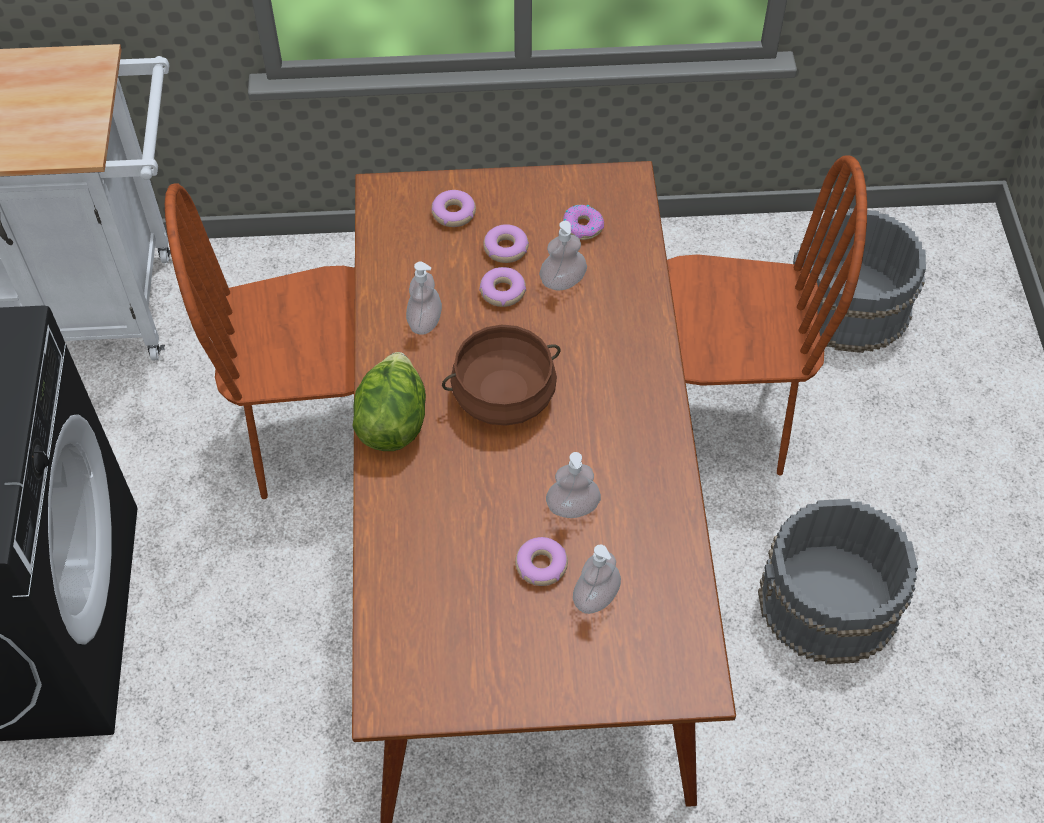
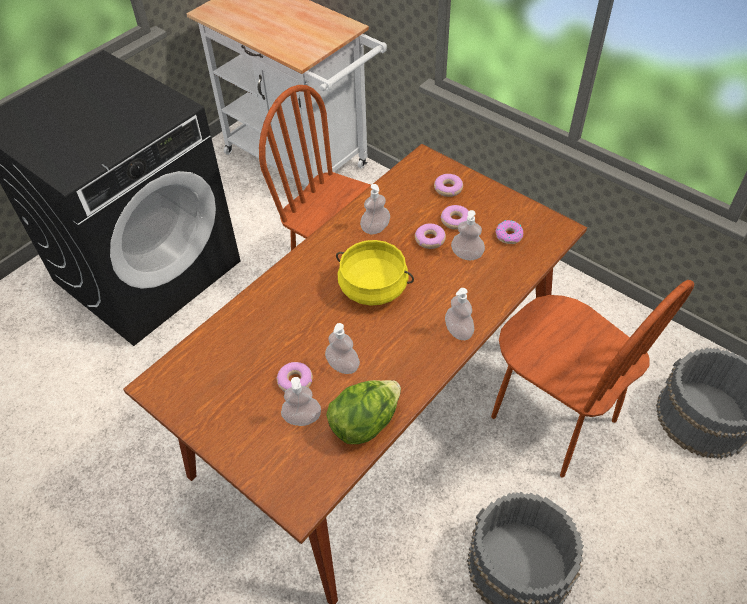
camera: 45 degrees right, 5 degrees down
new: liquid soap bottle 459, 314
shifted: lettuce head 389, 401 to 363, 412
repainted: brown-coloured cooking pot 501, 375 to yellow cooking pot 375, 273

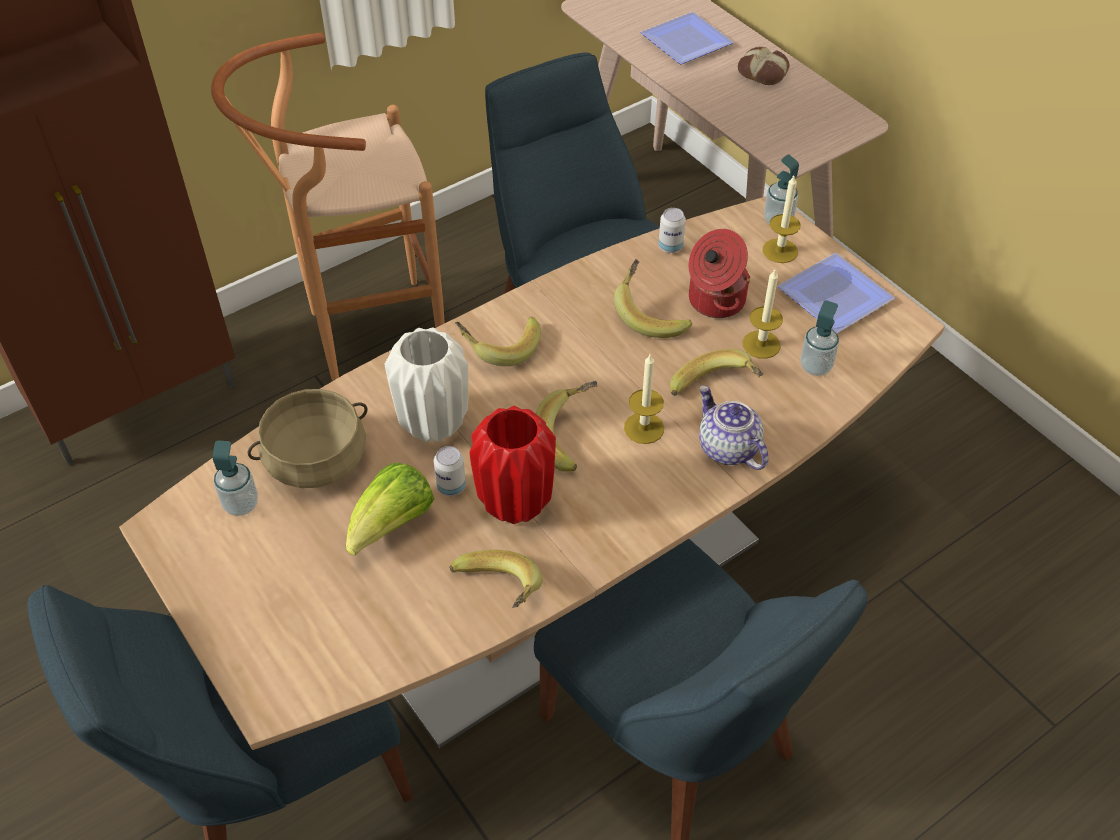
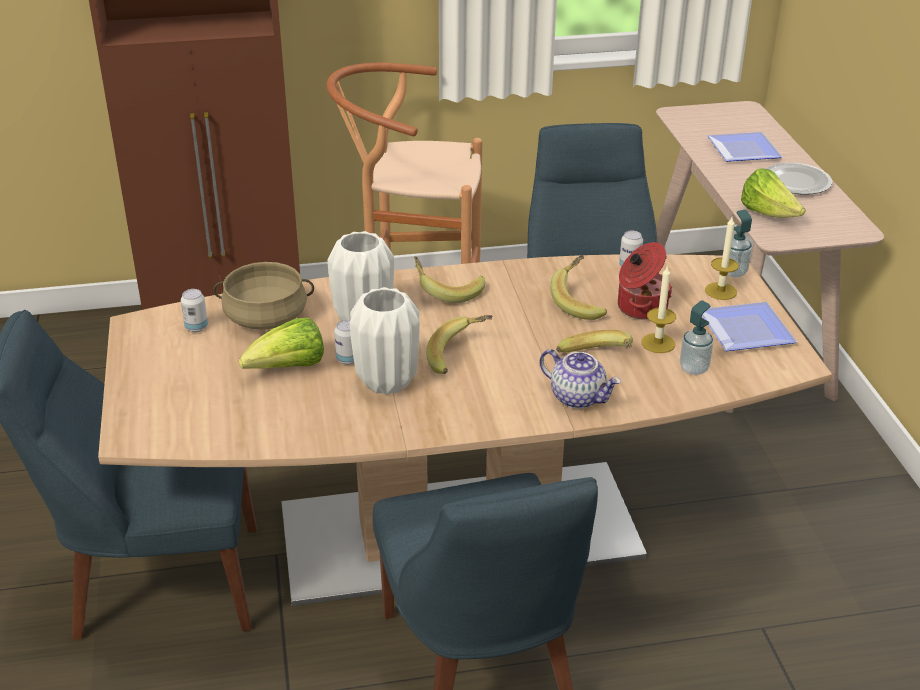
camera: 25 degrees right, 15 degrees down
gone: whole banana 496, 579; wax light 644, 399
new: lettuce head 773, 193
swapped: liquid soap bottle 235, 478 to sealed can 194, 310; bakery bread 763, 66 to dinner plate 799, 178
repainted: red-coloured decorative vase 513, 465 to white-coloured decorative vase 385, 341
rotated: pot for tea 734, 427 = 580, 379 135 degrees clockwise

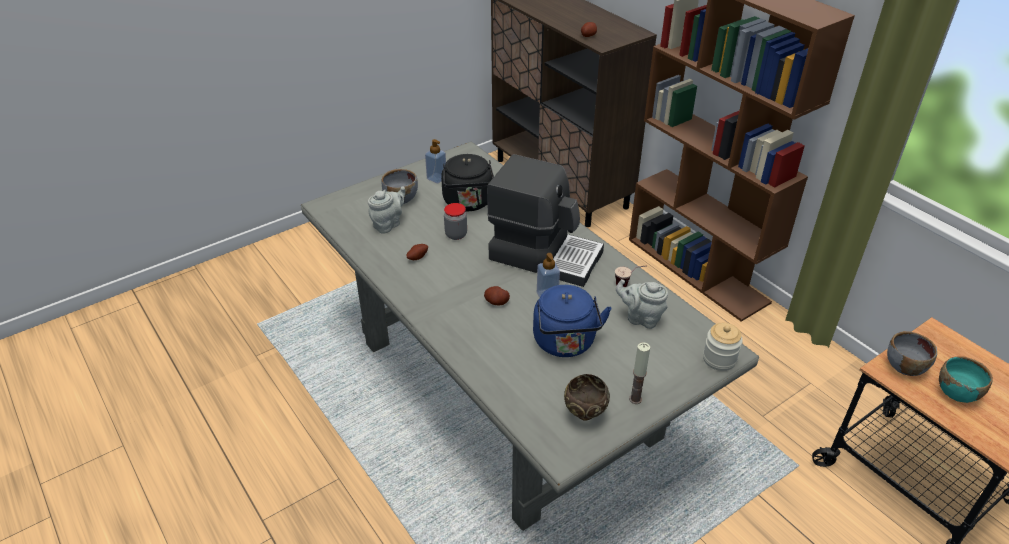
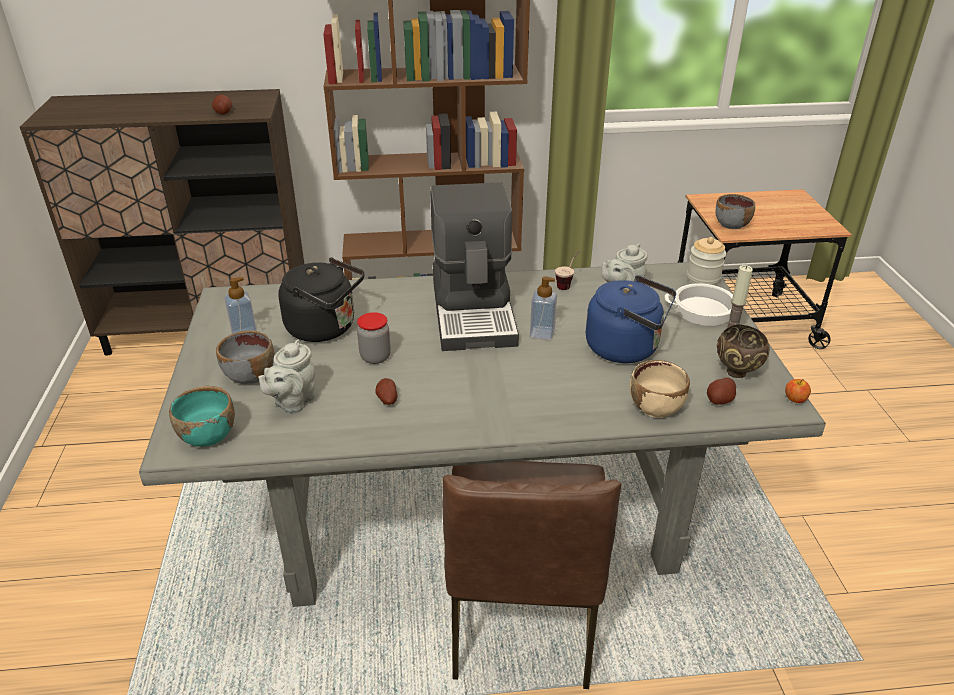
camera: 60 degrees left, 5 degrees down
new: brown-coloured upright chair 532, 575; sand-coloured bowl 660, 389; cooking pot 699, 304; whole apple 798, 391
shifted: turquoise-coloured bowl 966, 379 to 202, 416; spud 497, 295 to 721, 391
rotated: gray pot for tea 386, 210 = 286, 377 135 degrees counterclockwise; coffee brewer 545, 220 = 474, 267 120 degrees clockwise

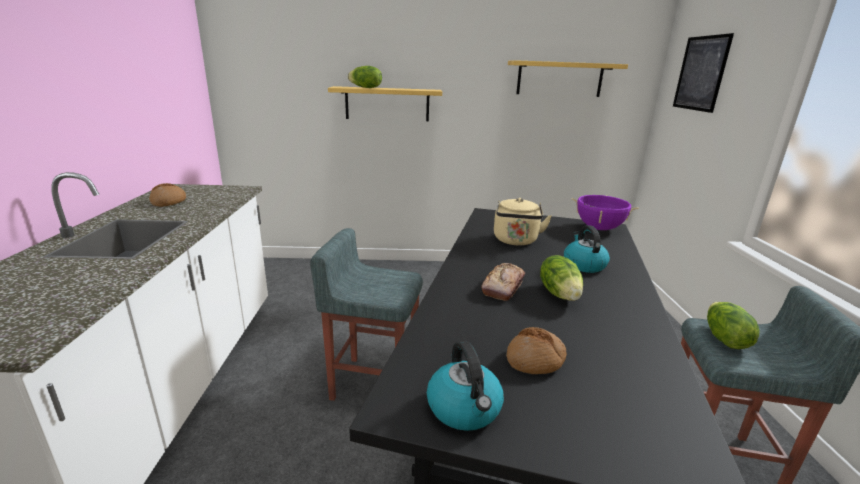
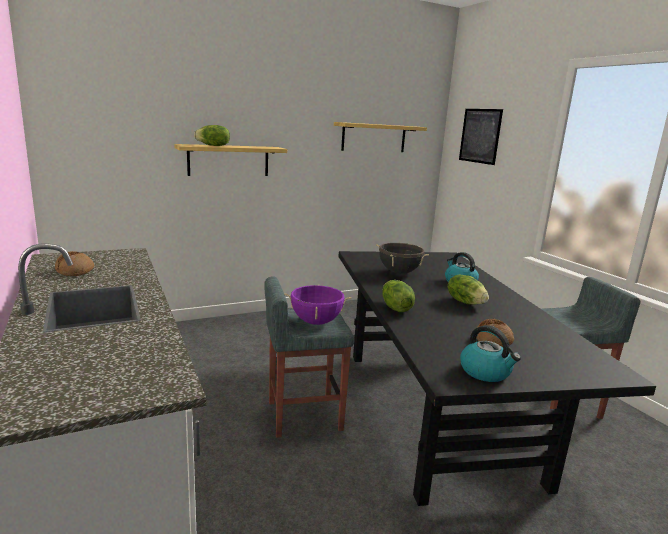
camera: 25 degrees left, 5 degrees down
gone: bakery bread 503, 282
shifted: purple-coloured cooking pot 605, 212 to 317, 305; lettuce head 733, 325 to 398, 296
swapped: sand-coloured tea kettle 523, 221 to blackish cooking pot 402, 258

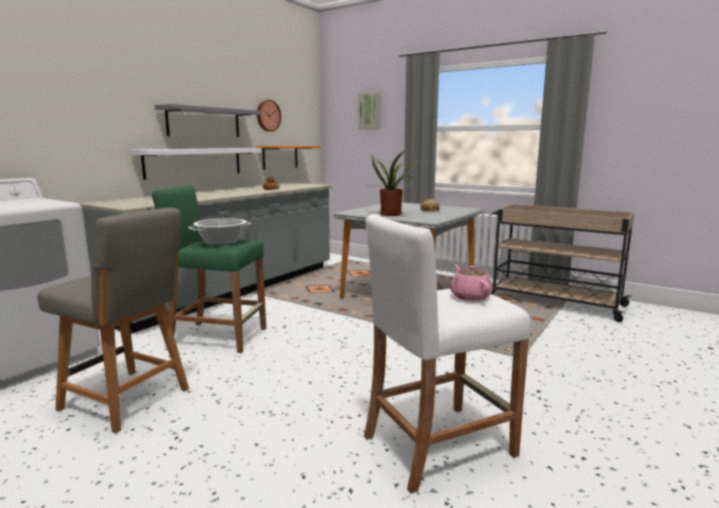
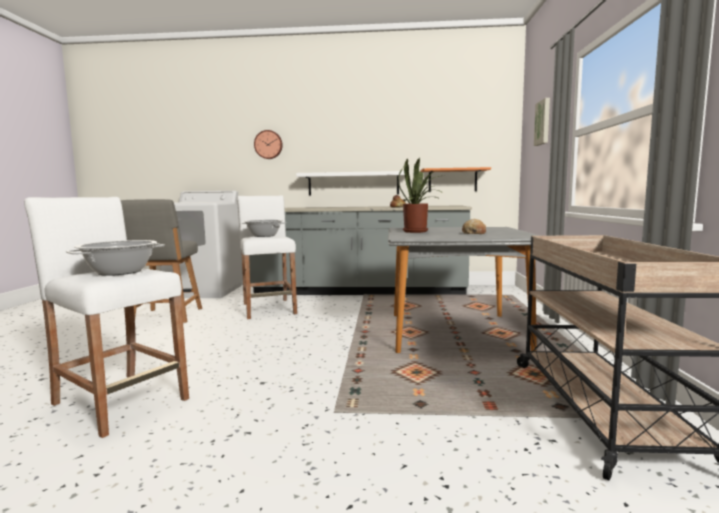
camera: 60 degrees right, 5 degrees down
gone: gray bracket shelf 208, 120
shifted: clock on the wall 269, 116 to 268, 144
swapped: pink pot for tea 471, 282 to cooking pot 115, 258
repainted: green-coloured stool 209, 269 to white-coloured stool 267, 257

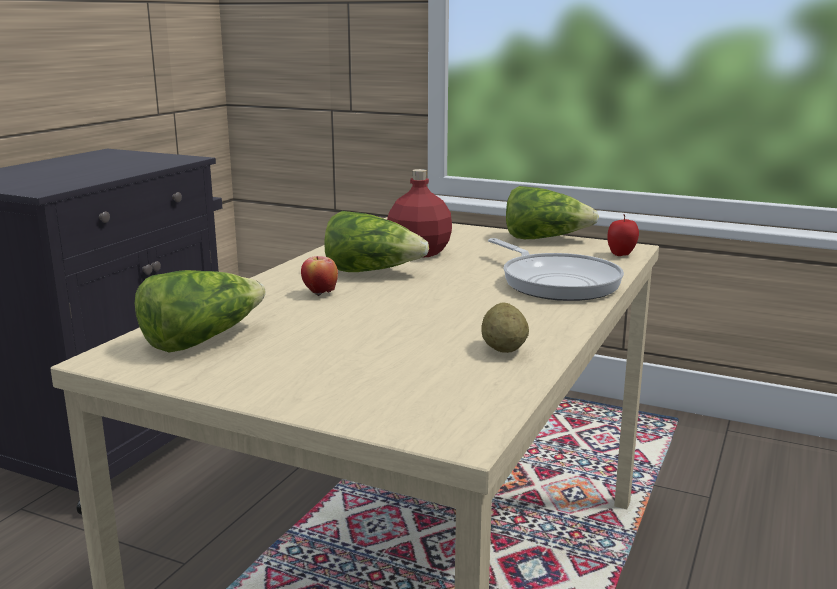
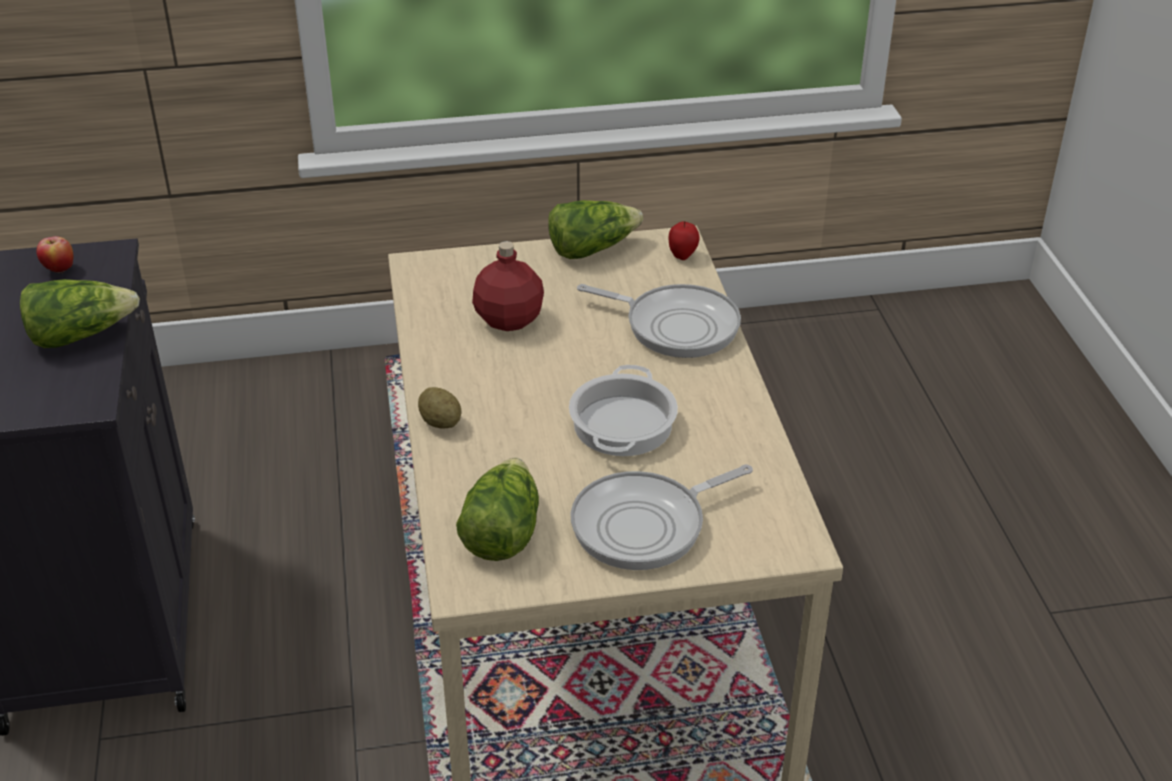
camera: 35 degrees left, 20 degrees up
new: cooking pot 623, 410; pan 662, 517
shifted: lettuce head 376, 241 to 80, 313; whole apple 319, 276 to 54, 255; spud 505, 328 to 439, 408

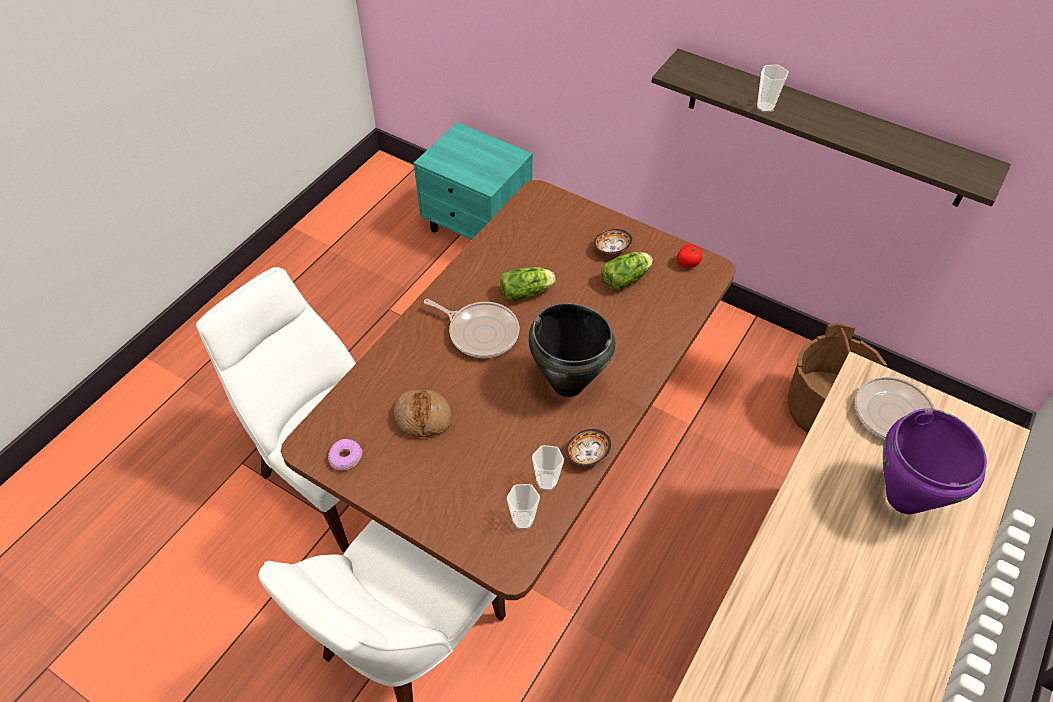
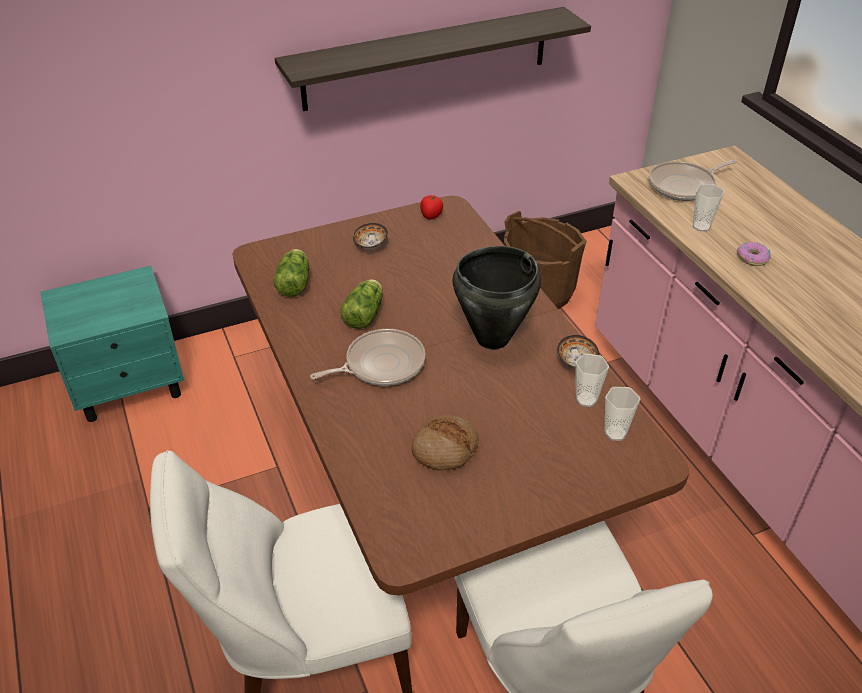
camera: 55 degrees left, 10 degrees down
gone: purple-coloured cooking pot 935, 461
shifted: lettuce head 627, 271 to 291, 273; cup 773, 88 to 708, 207; donut 345, 454 to 754, 254

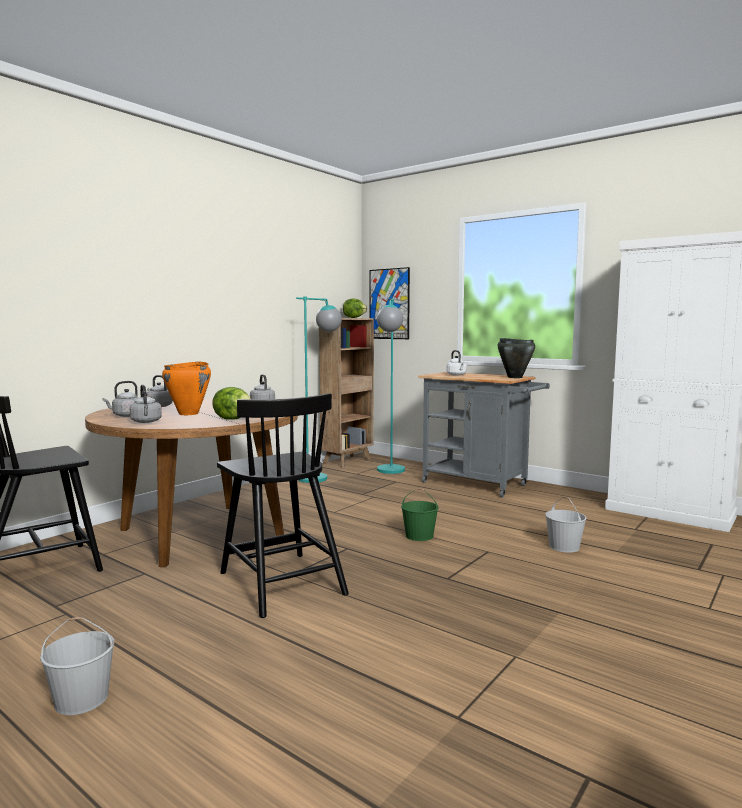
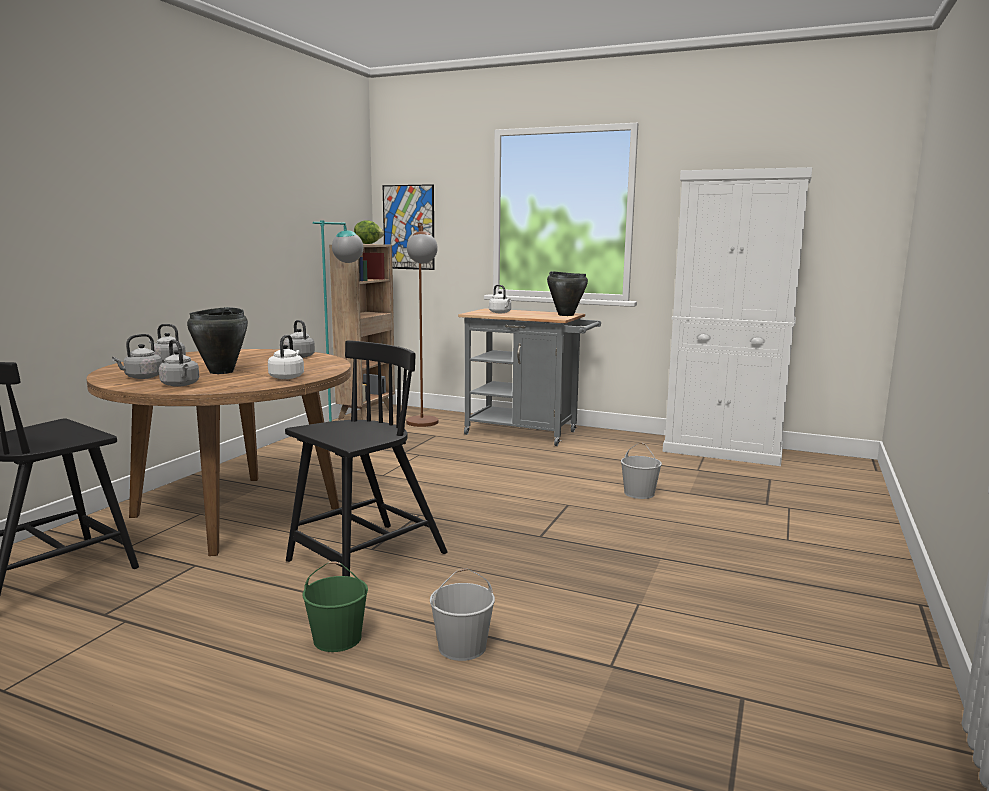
camera: 15 degrees left, 5 degrees up
shifted: green-coloured bucket 420, 514 to 335, 606; white-coloured bucket 77, 666 to 462, 614
swapped: lettuce head 231, 403 to white-coloured tea kettle 286, 357
repainted: orange-coloured cooking pot 186, 388 to blackish cooking pot 217, 340; turquoise-coloured standing lamp 391, 386 to brown-coloured standing lamp 422, 325
rotated: blackish upright chair 283, 505 = 366, 458 90 degrees counterclockwise

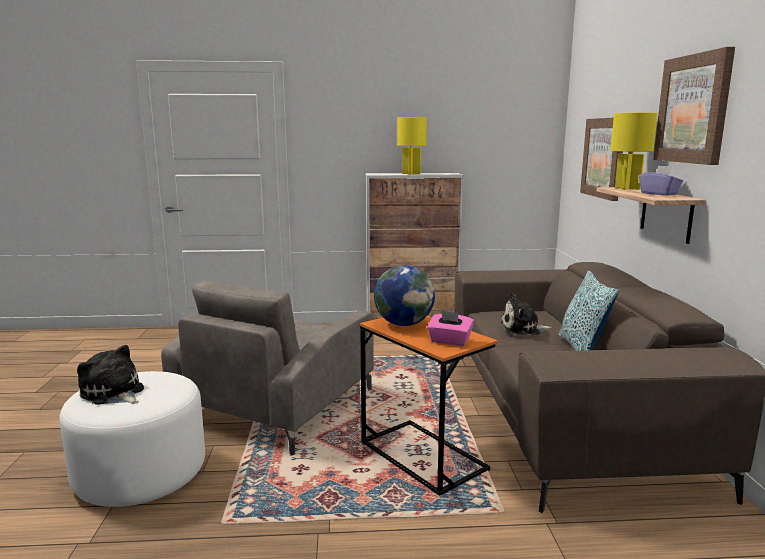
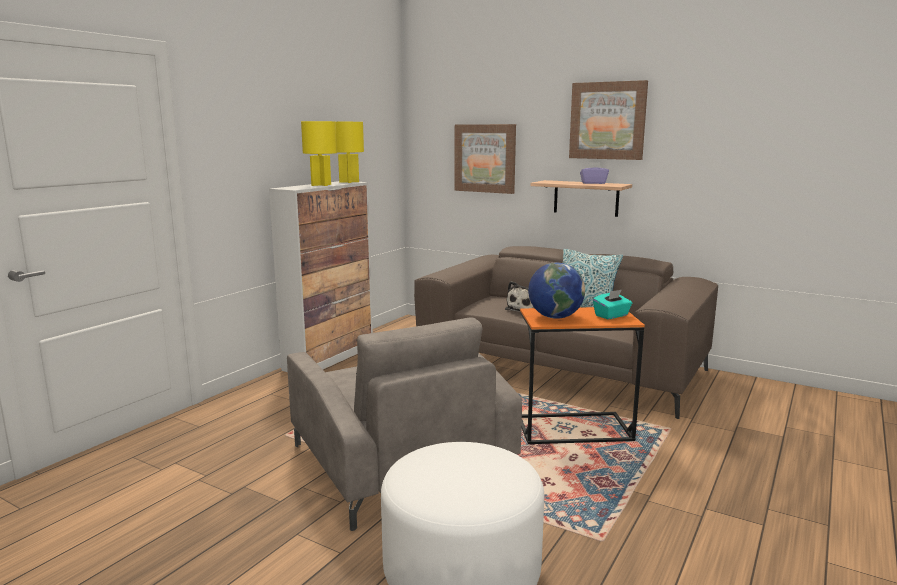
camera: 55 degrees left, 0 degrees up
gone: soft toy 110, 375
shifted: yellow lamp for a table 634, 151 to 349, 152
repainted: pink tissue holder 450, 328 to turquoise-coloured tissue holder 612, 304

